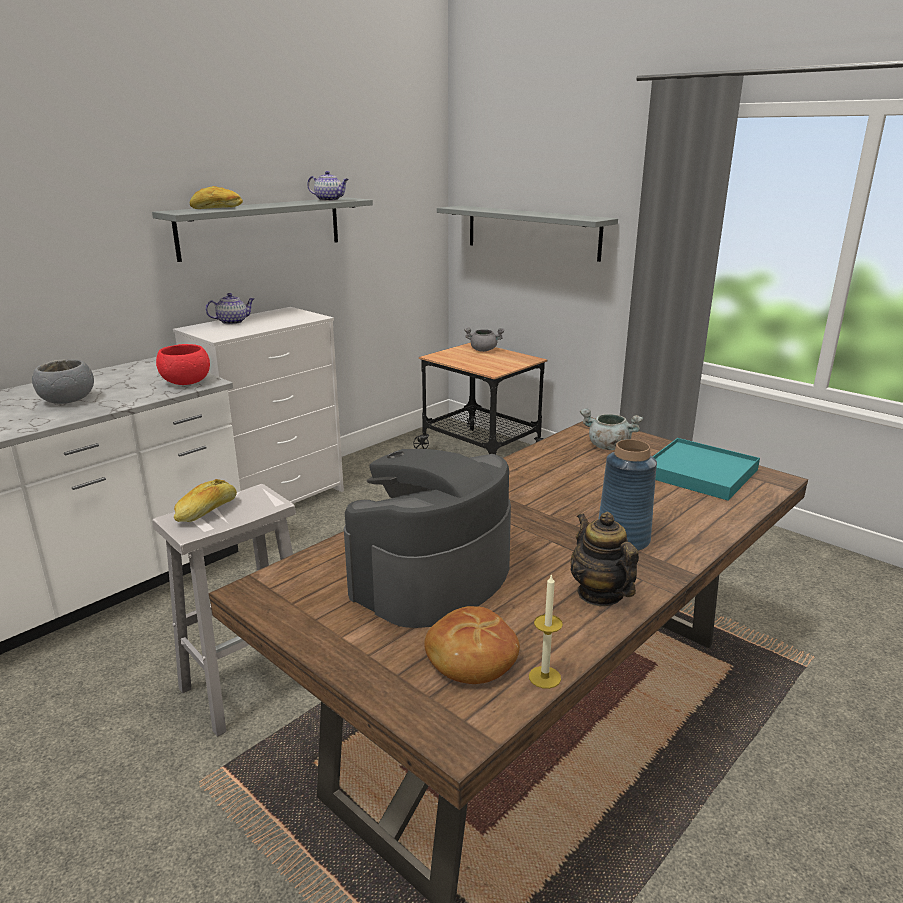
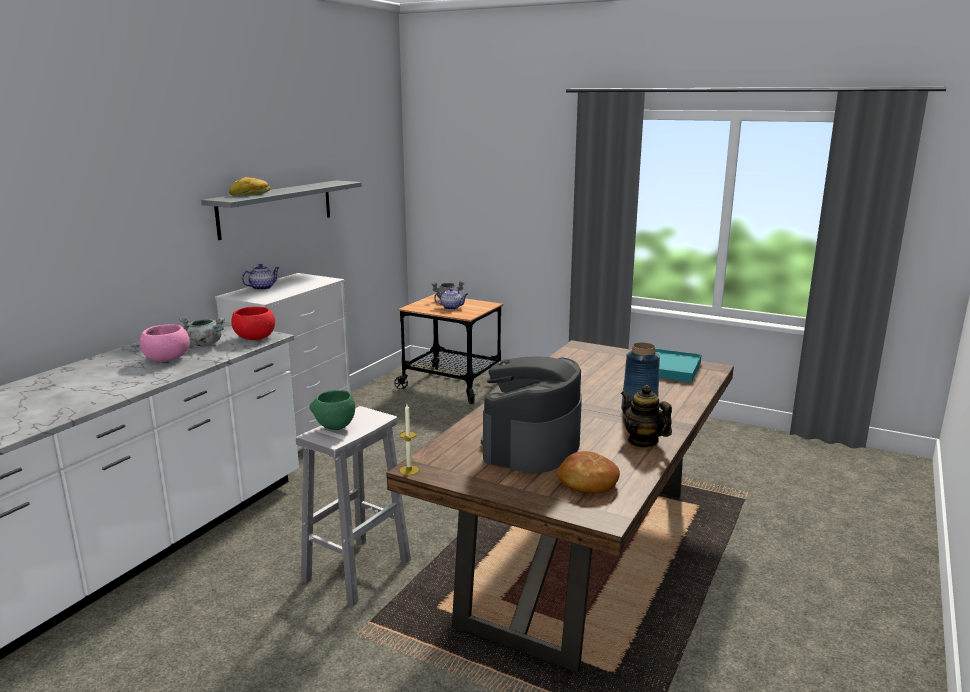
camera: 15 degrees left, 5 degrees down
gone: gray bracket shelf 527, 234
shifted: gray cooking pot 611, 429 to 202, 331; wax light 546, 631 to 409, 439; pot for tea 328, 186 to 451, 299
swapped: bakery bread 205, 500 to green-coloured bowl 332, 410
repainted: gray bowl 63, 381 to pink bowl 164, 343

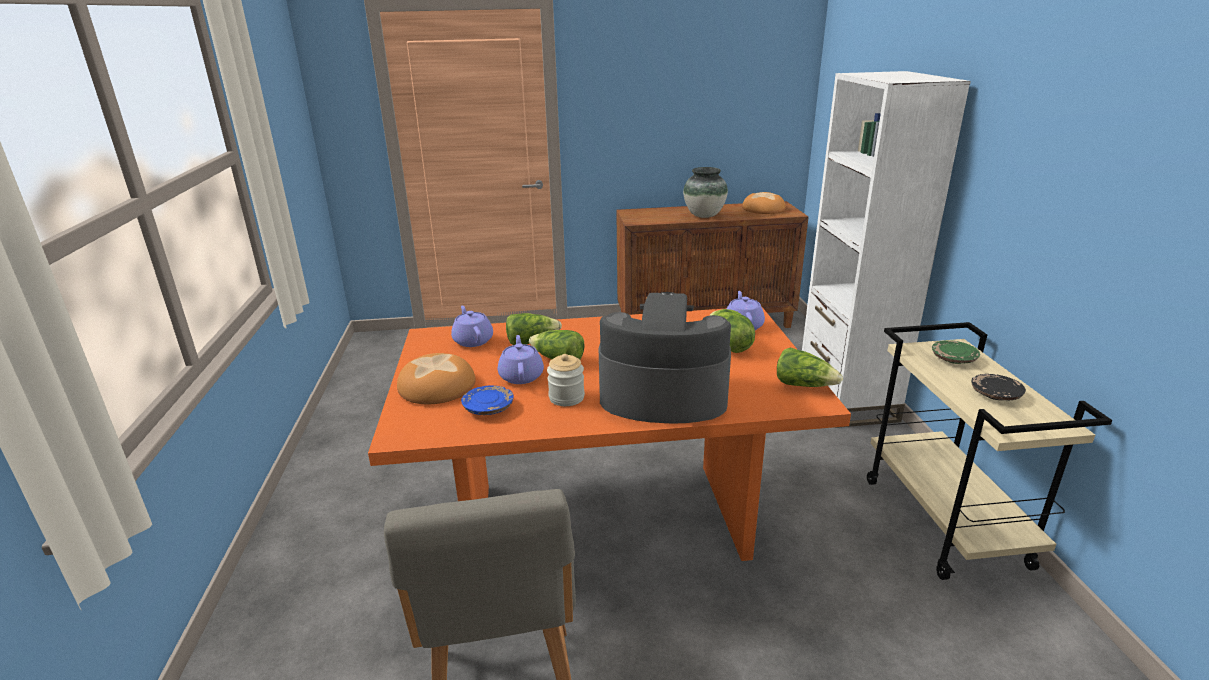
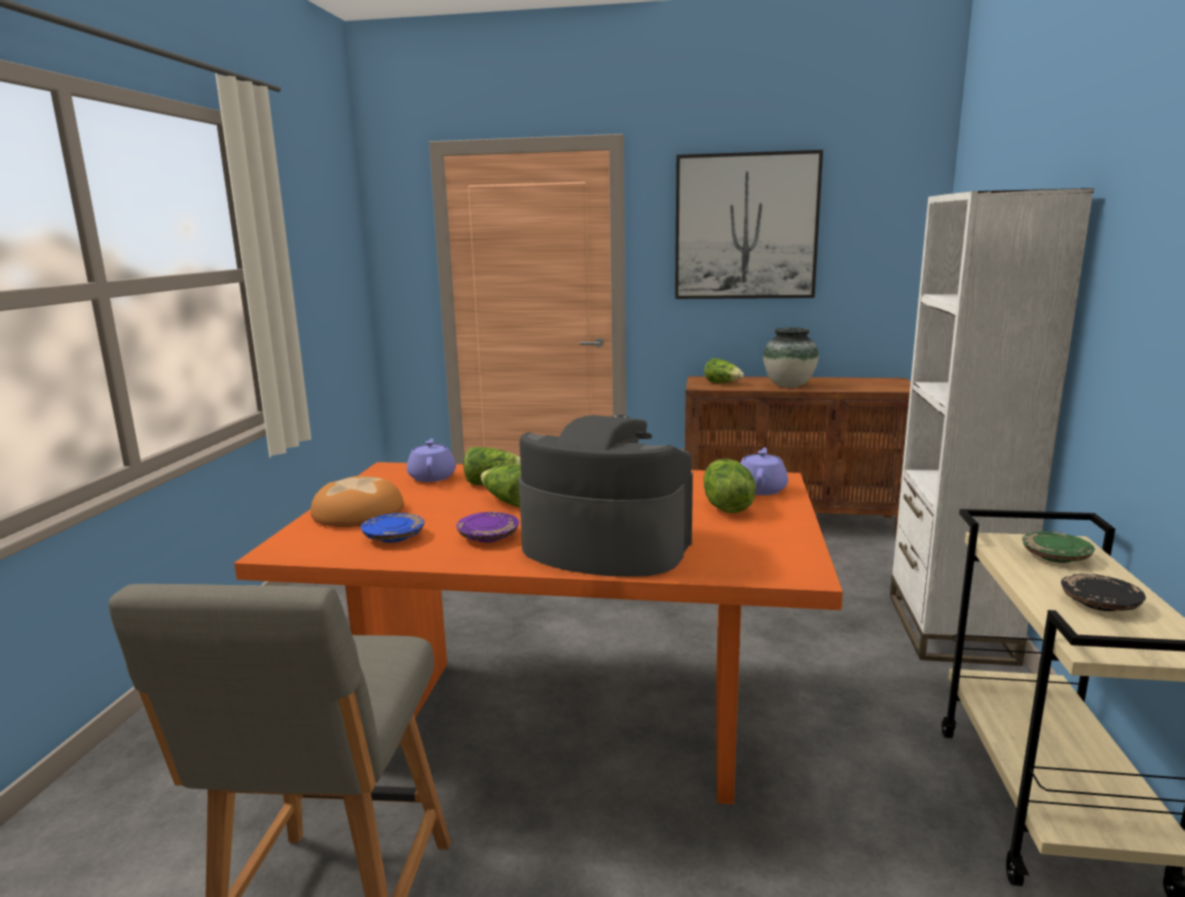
camera: 15 degrees right, 10 degrees down
gone: purple-coloured pot for tea 521, 359; bakery bread 764, 203
new: wall picture 749, 224
shifted: lettuce head 810, 367 to 724, 370
swapped: jar 566, 380 to purple-coloured dinner plate 487, 527

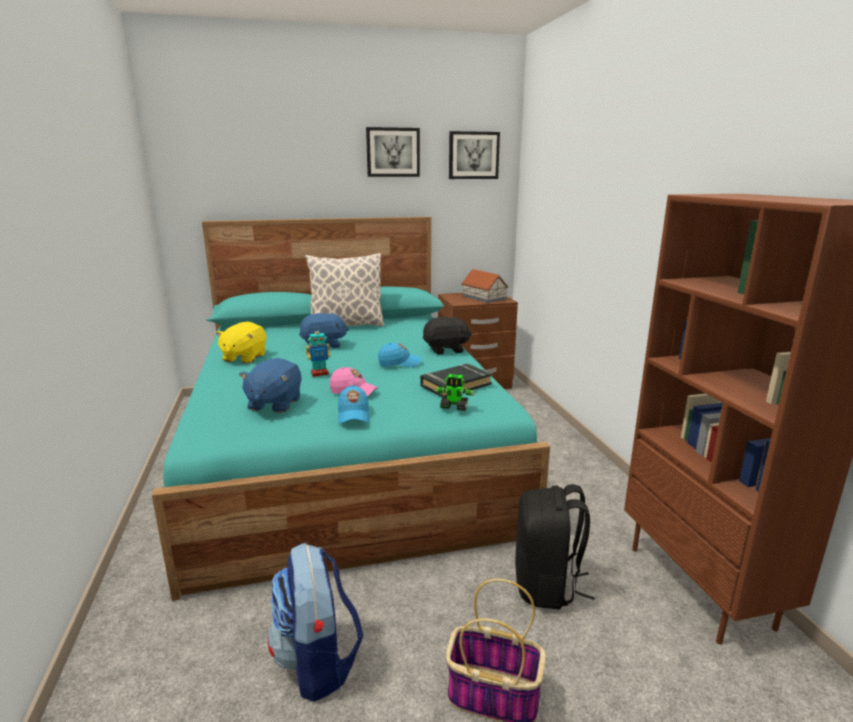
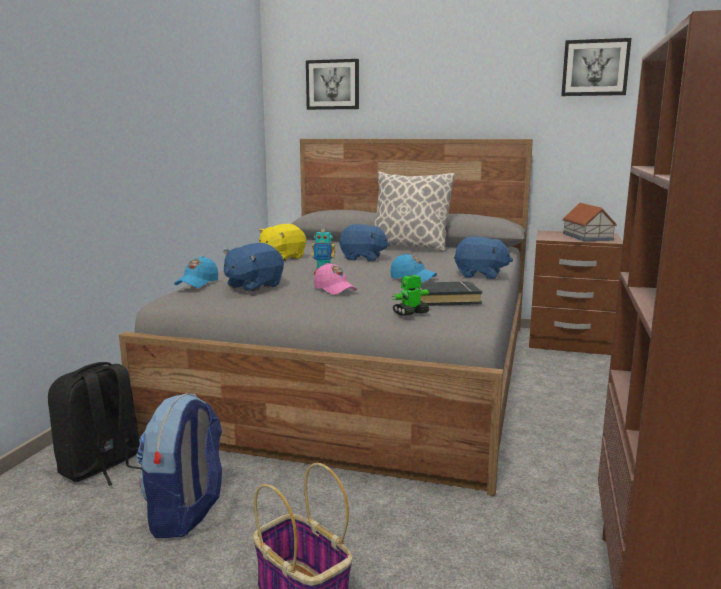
camera: 30 degrees right, 5 degrees down
shifted: blackish backpack 555, 546 to 95, 424; blue baseball cap 353, 404 to 196, 272; wall picture 393, 152 to 332, 84
repainted: turquoise-coloured bedroom bed 351, 409 to gray bedroom bed 326, 317; blackish soft toy 447, 336 to blue soft toy 483, 258
rotated: robot figure 455, 392 = 410, 295 105 degrees clockwise

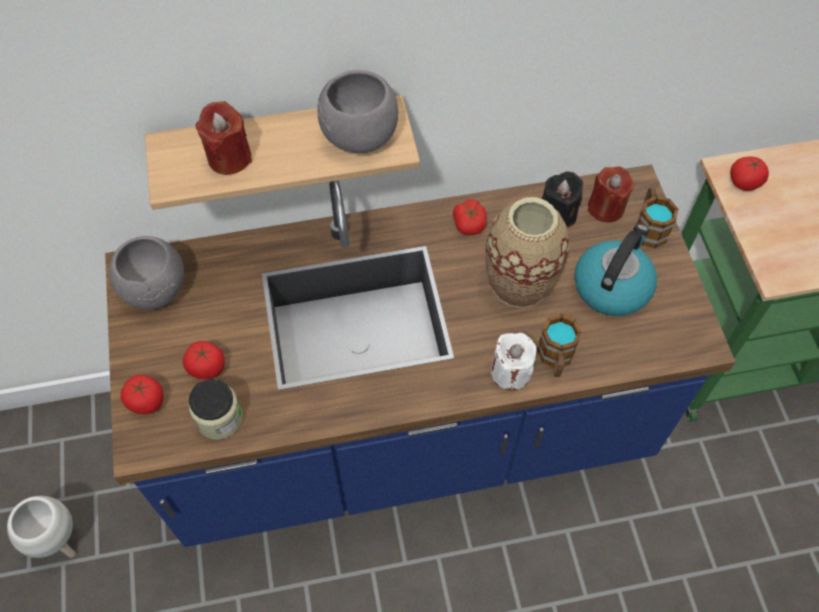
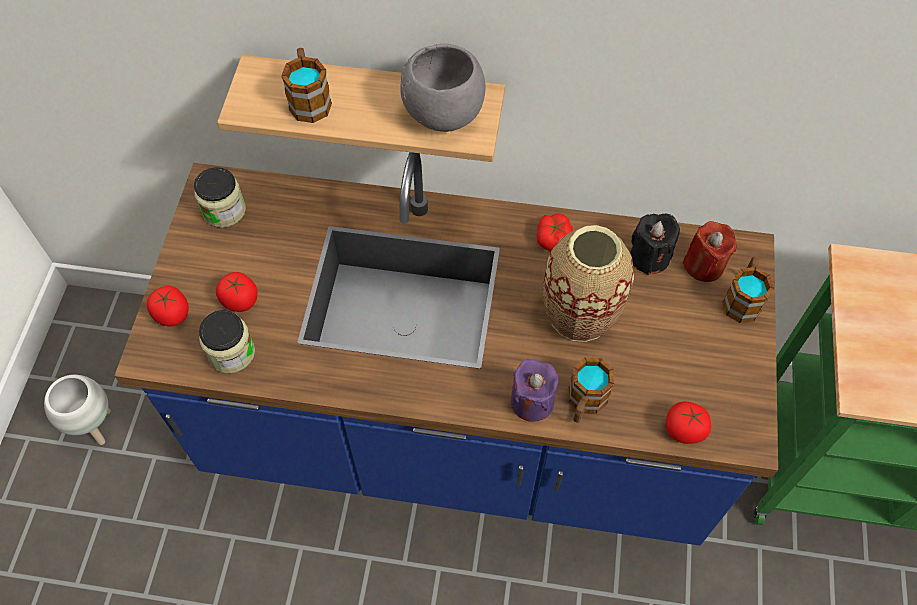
camera: 20 degrees right, 0 degrees up
gone: tea kettle 615, 270
shifted: fresh tomato 749, 174 to 688, 422
swapped: gray bowl 146, 273 to jar 220, 197; red-coloured wax light 224, 138 to coffee mug 306, 85
repainted: white-coloured wax light 513, 362 to purple-coloured wax light 535, 390

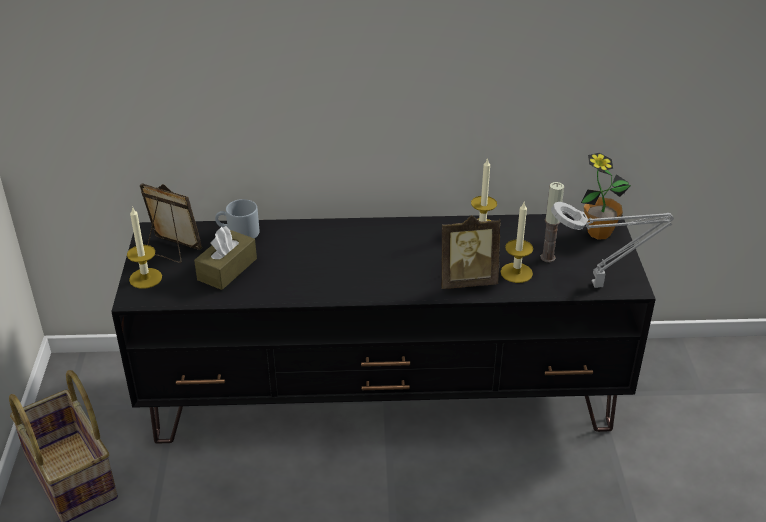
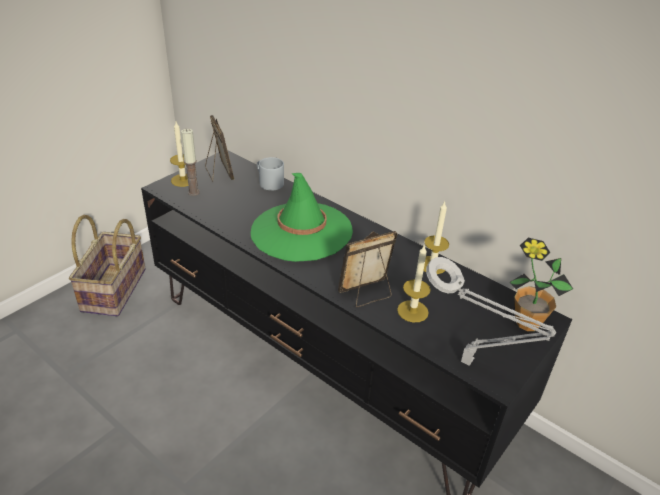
camera: 40 degrees right, 0 degrees up
gone: brown-coloured tissue holder 225, 258
new: green-coloured wearable hat 302, 217
shifted: wax light 552, 222 to 190, 162
rotated: picture frame 471, 252 = 367, 269 120 degrees clockwise

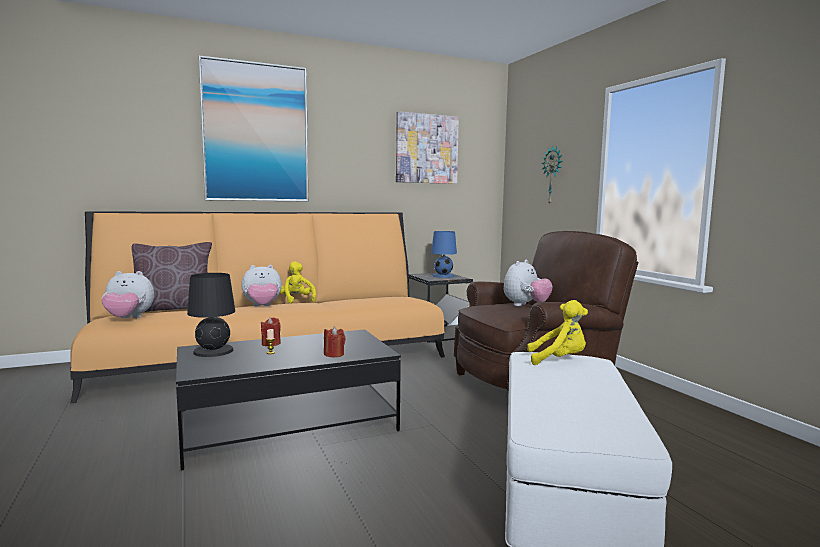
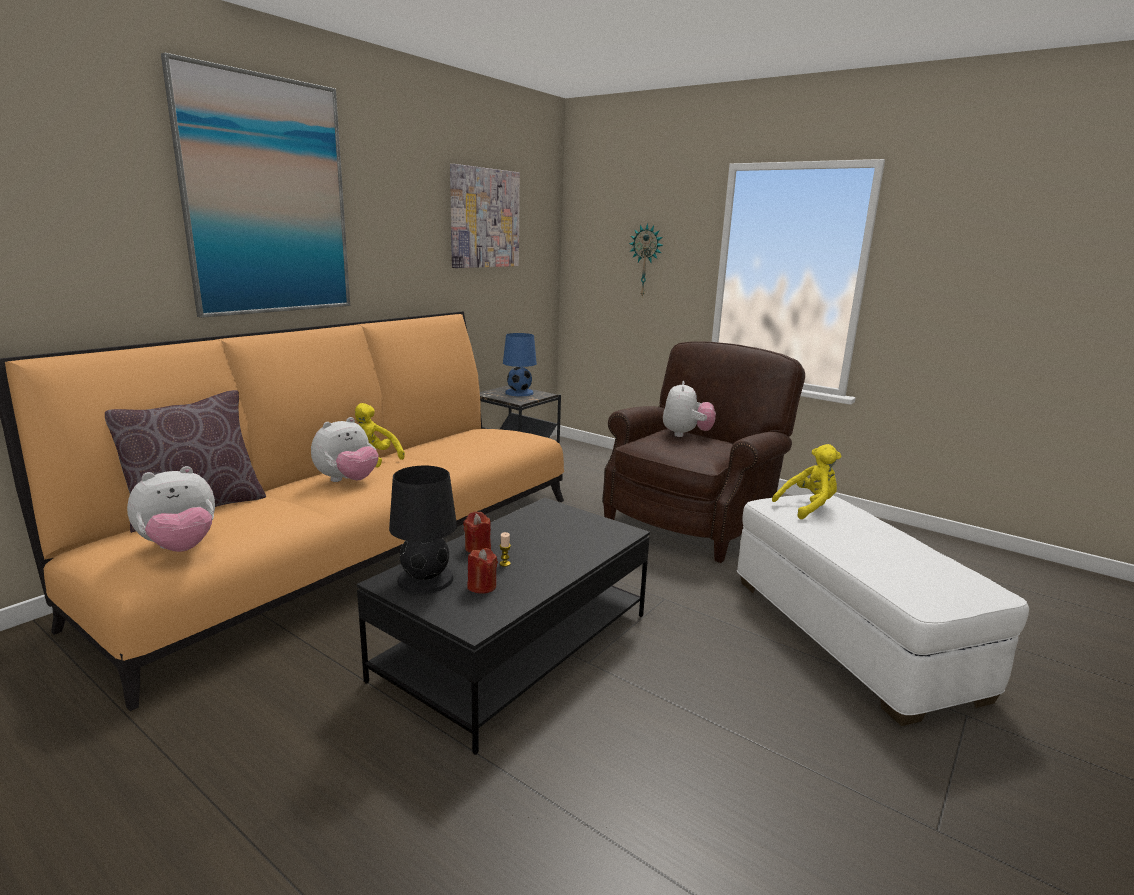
camera: 30 degrees left, 10 degrees up
shifted: red-coloured wax light 335, 342 to 482, 570

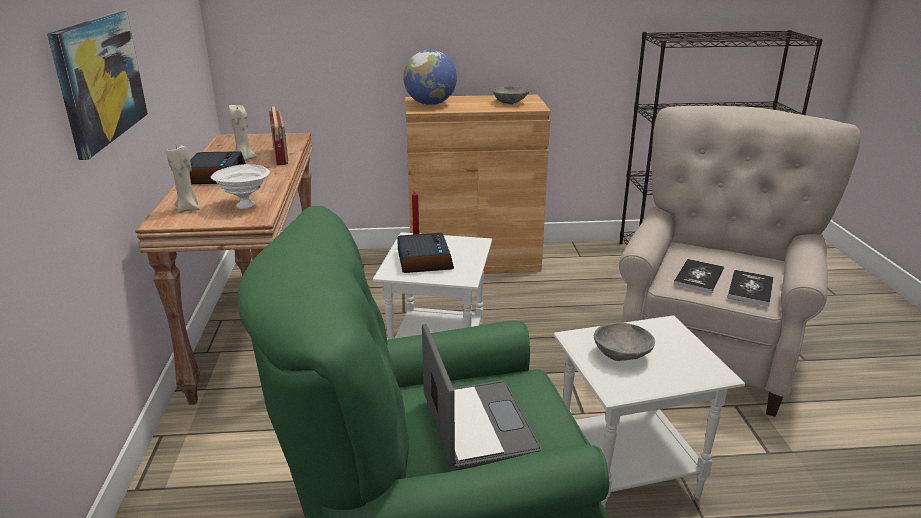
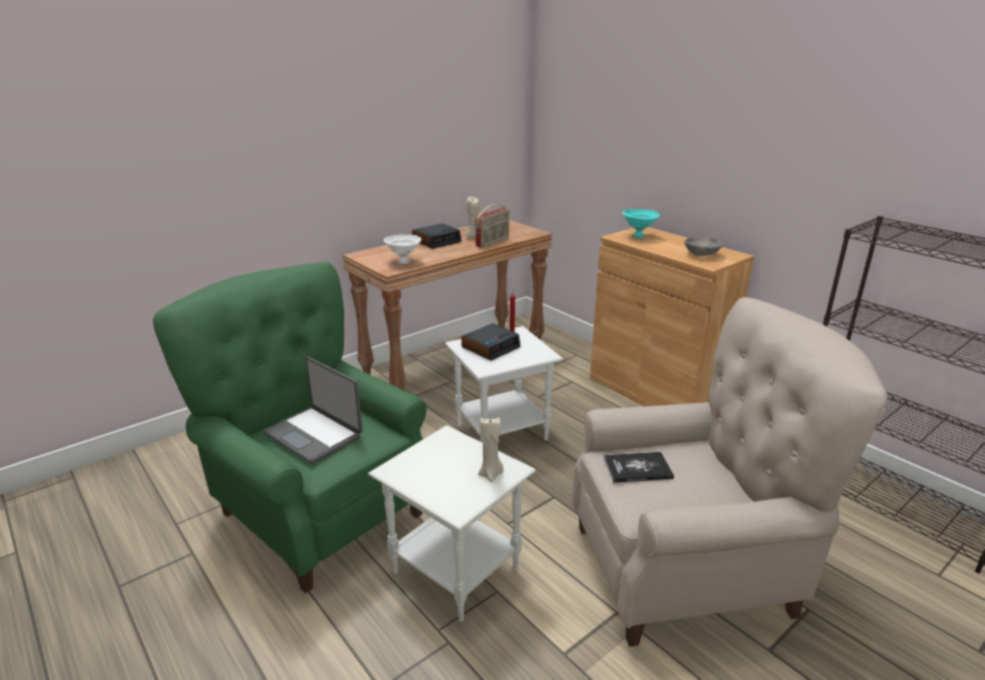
camera: 55 degrees right, 0 degrees up
gone: wall picture 97, 85; gray bowl 624, 342; bound book 751, 288
shifted: sand-coloured wax light 182, 179 to 490, 450
swapped: globe 430, 77 to turquoise-coloured bowl 641, 223
rotated: laptop 482, 397 = 313, 411 90 degrees clockwise

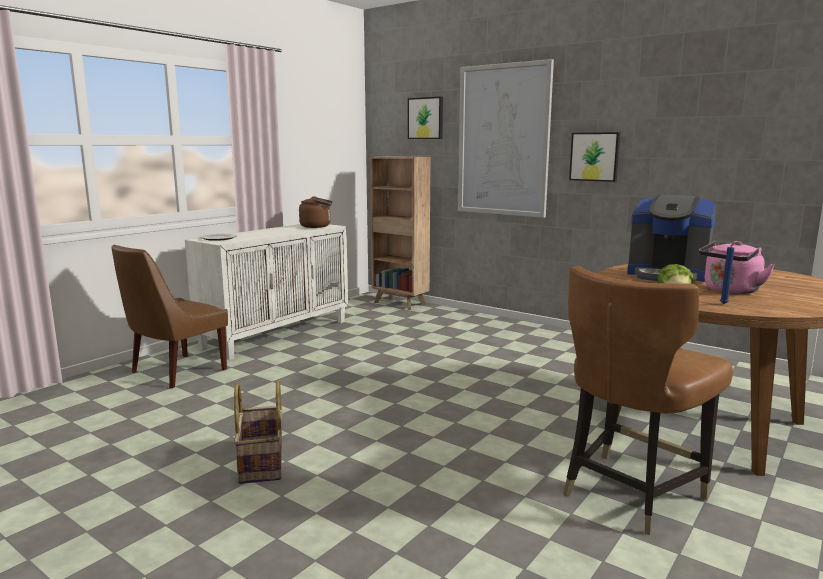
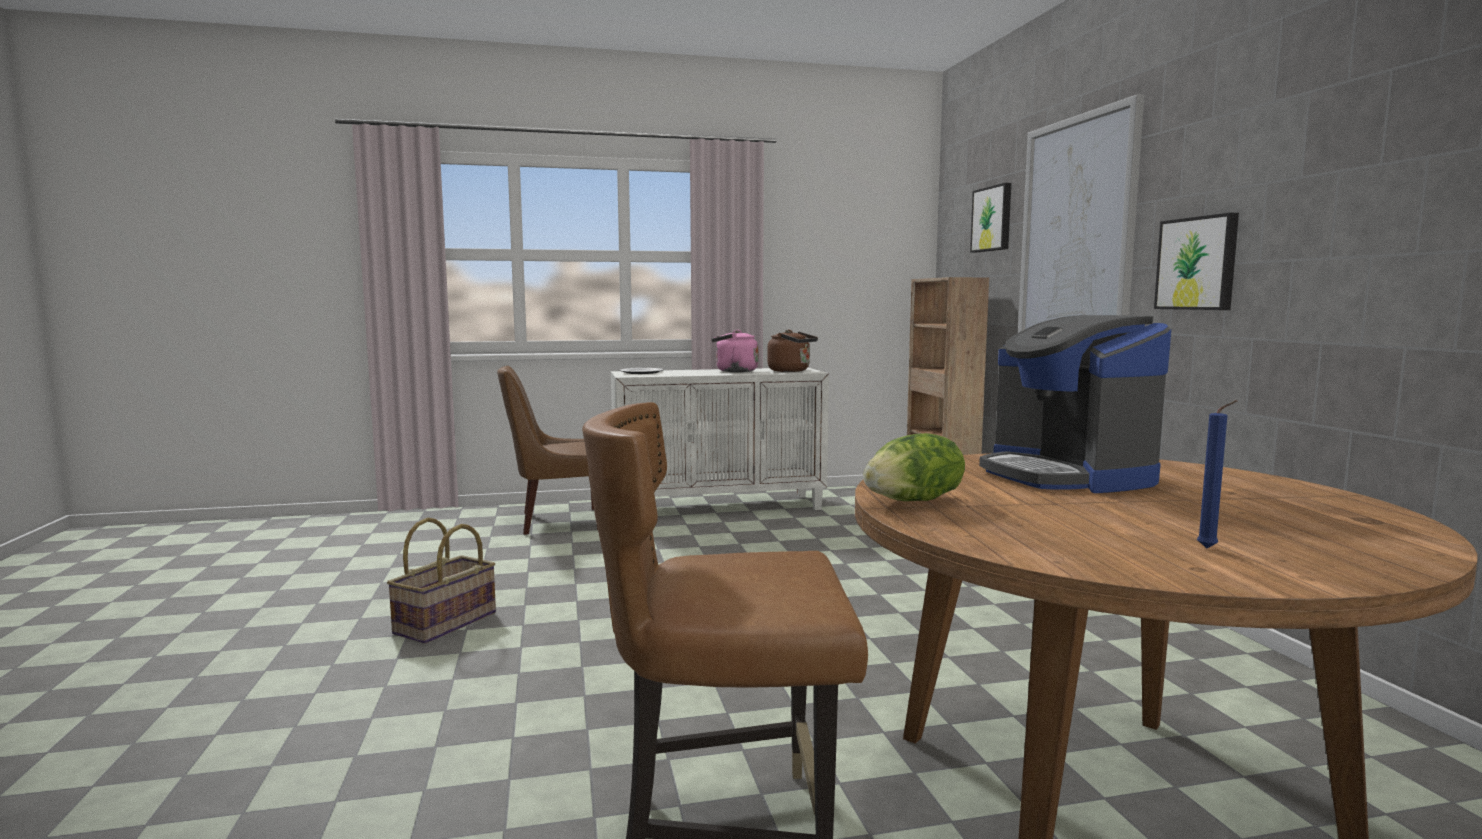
camera: 40 degrees right, 5 degrees down
shifted: pink tea kettle 737, 267 to 735, 351; blue wax light 729, 272 to 1217, 474

